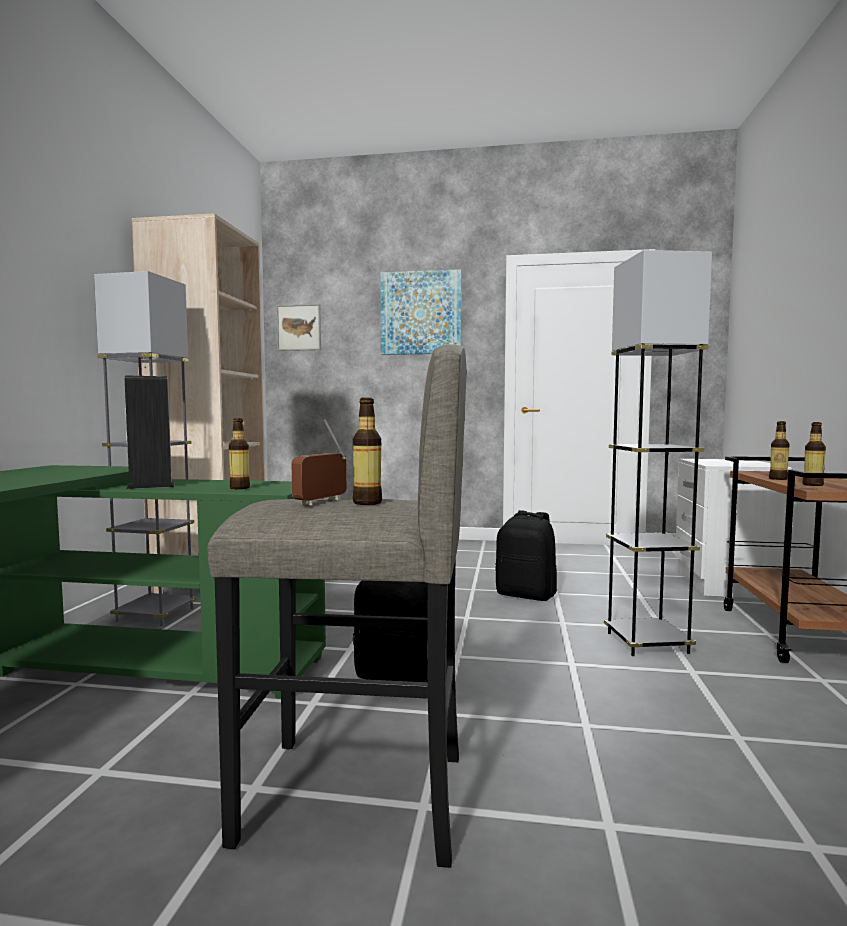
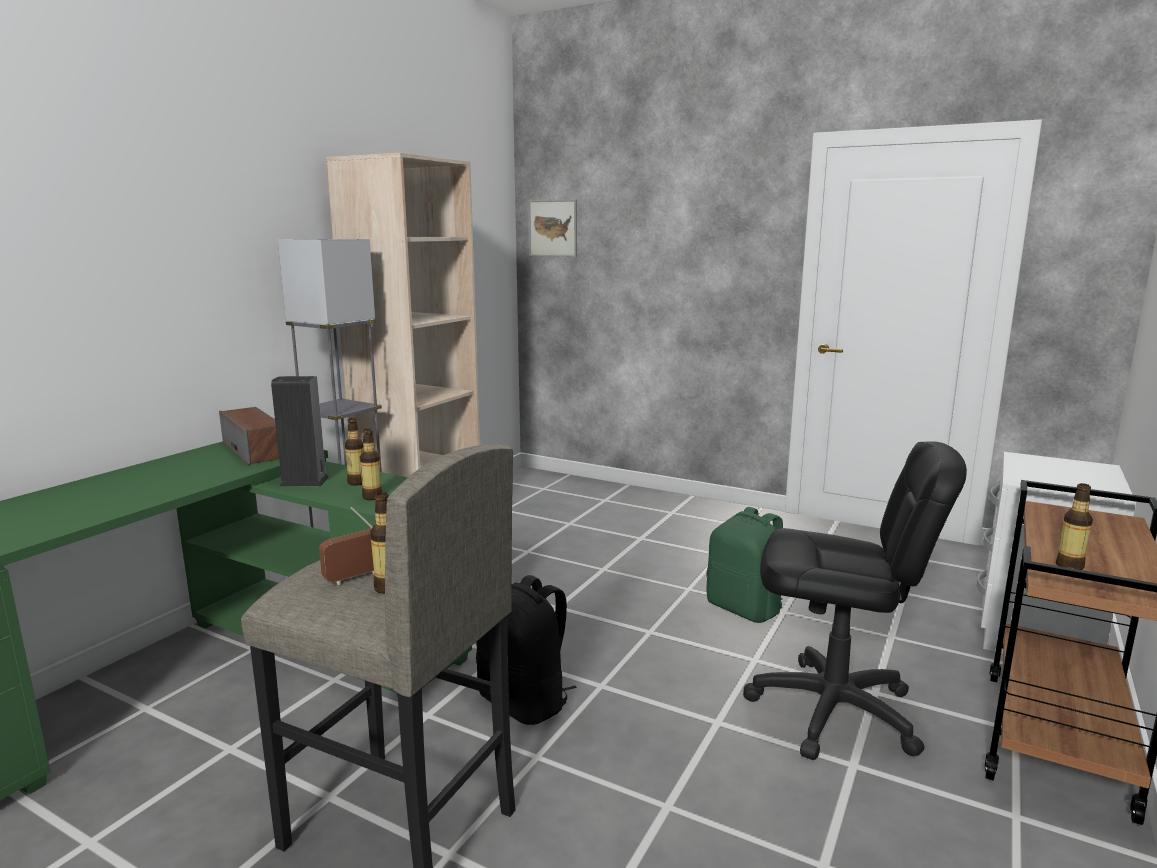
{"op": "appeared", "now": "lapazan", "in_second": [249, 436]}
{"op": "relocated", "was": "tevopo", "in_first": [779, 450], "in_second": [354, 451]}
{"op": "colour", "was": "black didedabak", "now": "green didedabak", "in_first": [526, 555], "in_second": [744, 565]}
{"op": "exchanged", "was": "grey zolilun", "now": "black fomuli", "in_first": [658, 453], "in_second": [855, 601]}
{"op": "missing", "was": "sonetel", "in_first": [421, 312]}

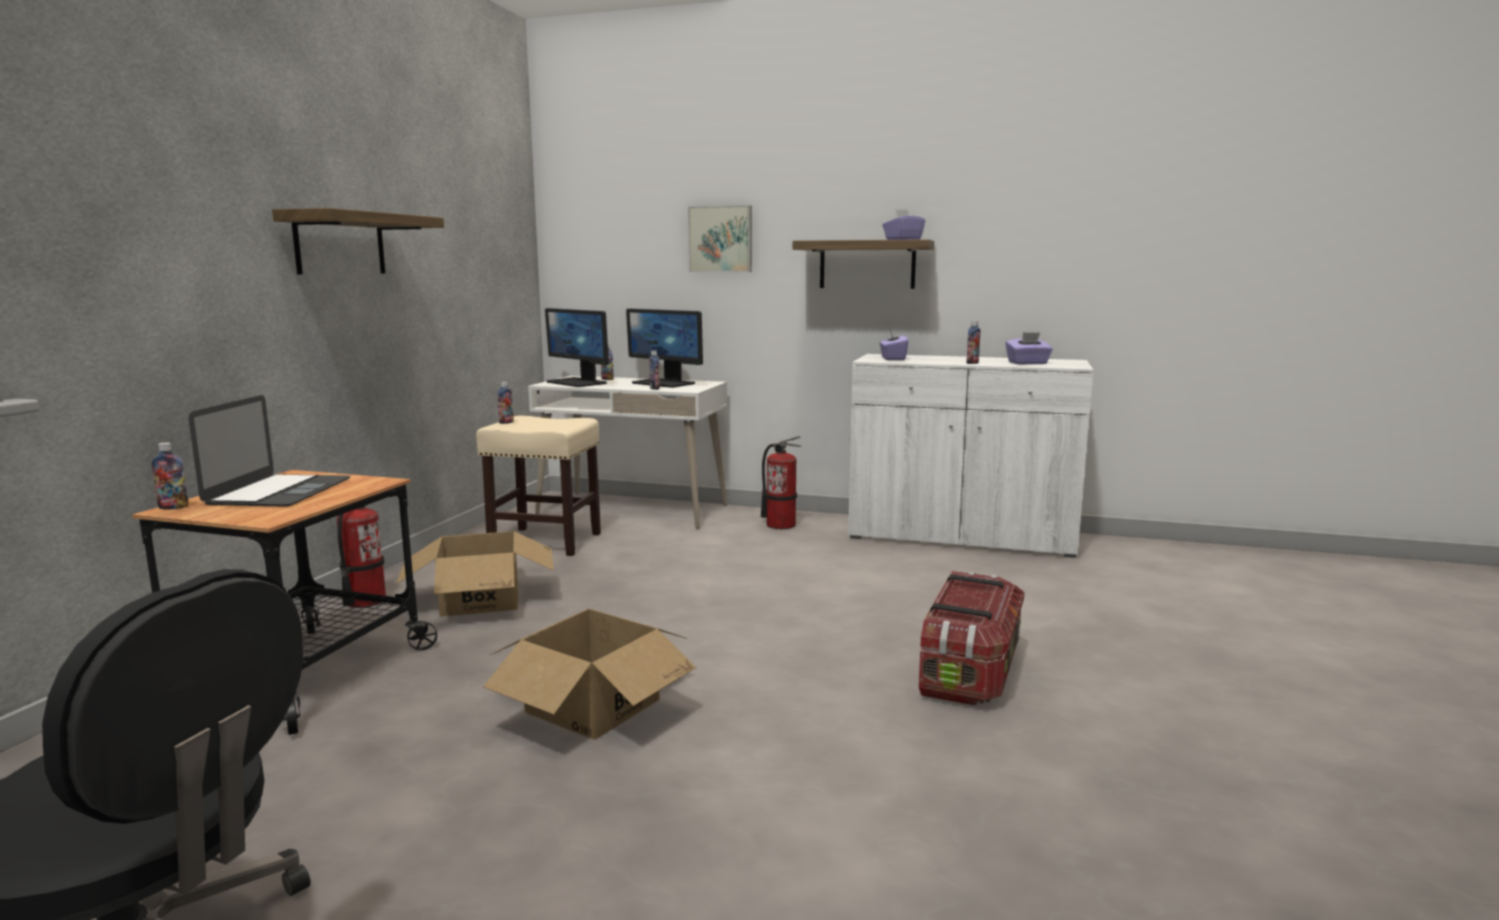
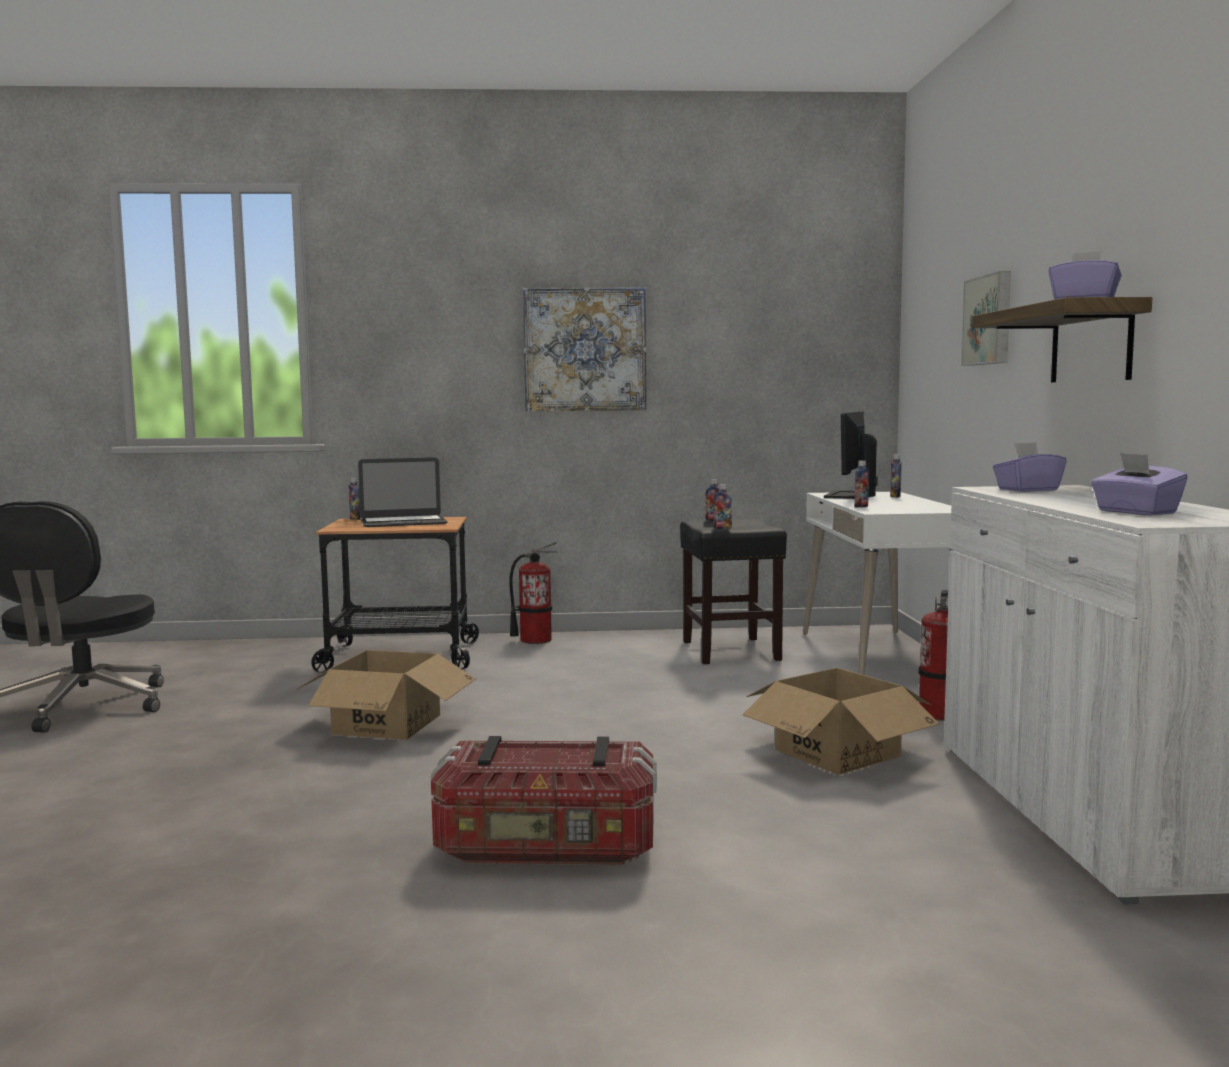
{"op": "exchanged", "was": "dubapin", "now": "sonetel", "in_first": [358, 241], "in_second": [584, 349]}
{"op": "colour", "was": "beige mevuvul", "now": "black mevuvul", "in_first": [538, 486], "in_second": [733, 591]}
{"op": "relocated", "was": "tevopo", "in_first": [973, 342], "in_second": [723, 506]}
{"op": "relocated", "was": "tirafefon", "in_first": [475, 574], "in_second": [840, 721]}
{"op": "missing", "was": "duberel", "in_first": [664, 348]}

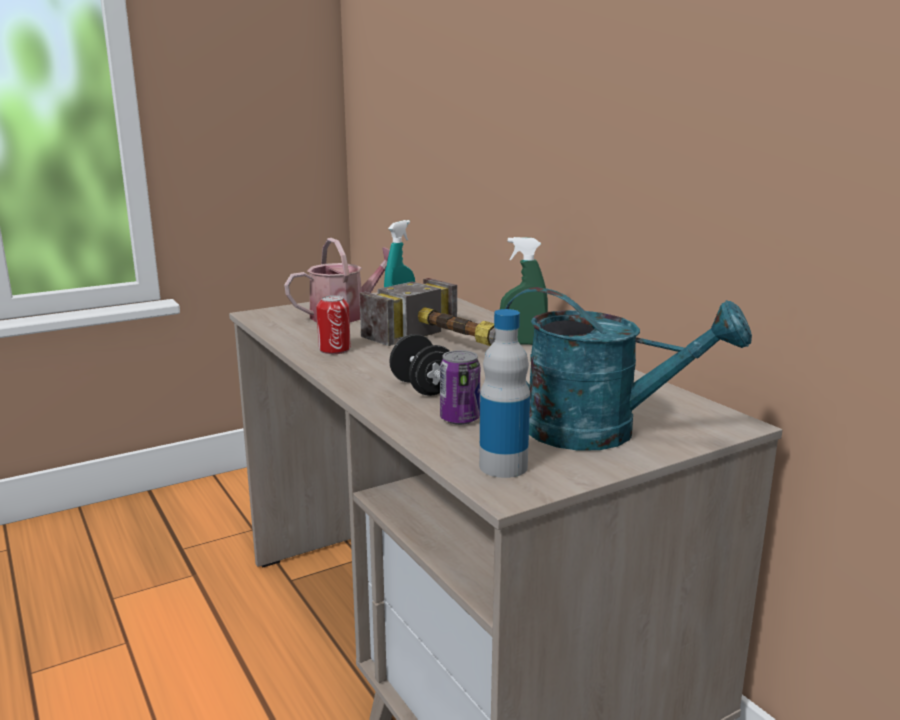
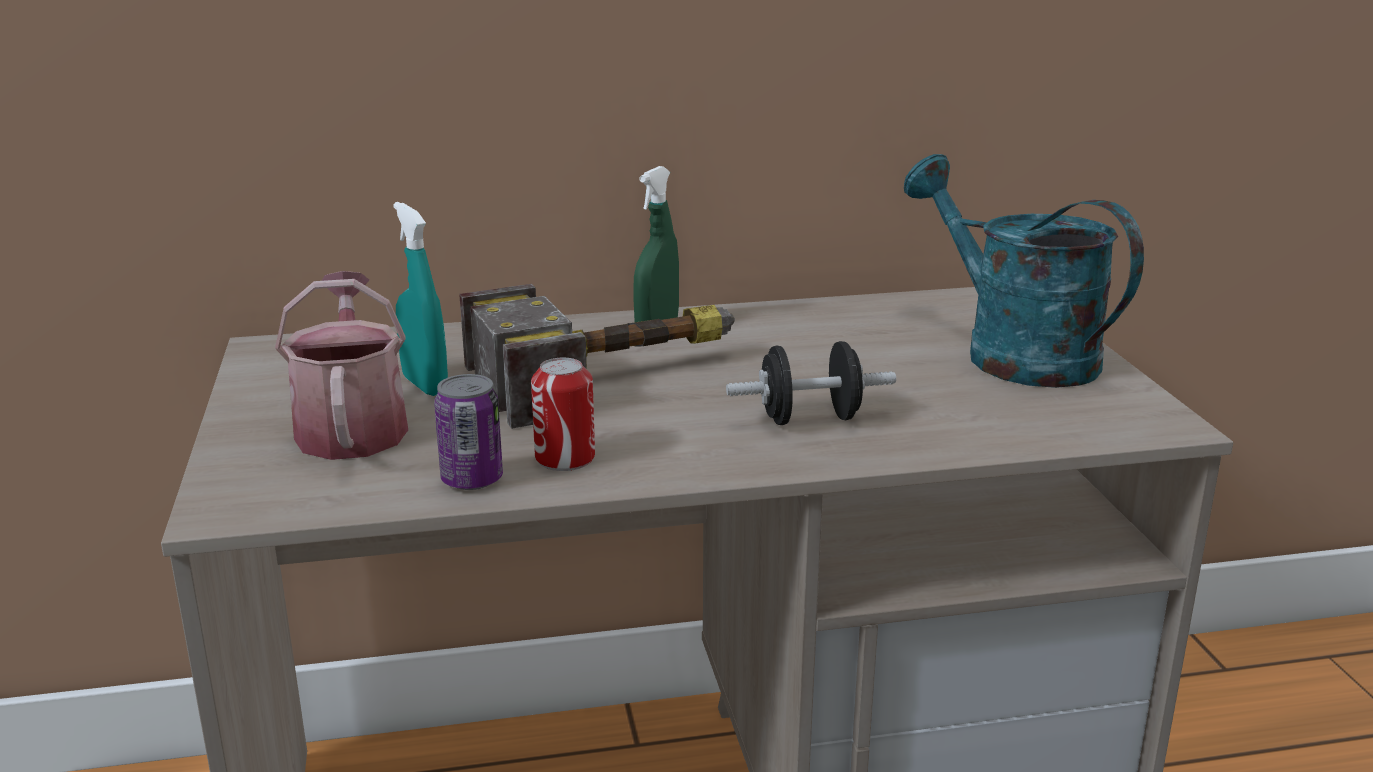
{"op": "relocated", "was": "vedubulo", "in_first": [460, 387], "in_second": [468, 432]}
{"op": "spun", "was": "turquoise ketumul", "in_first": [628, 369], "in_second": [1024, 271], "clockwise": -75}
{"op": "missing", "was": "tevopo", "in_first": [504, 393]}

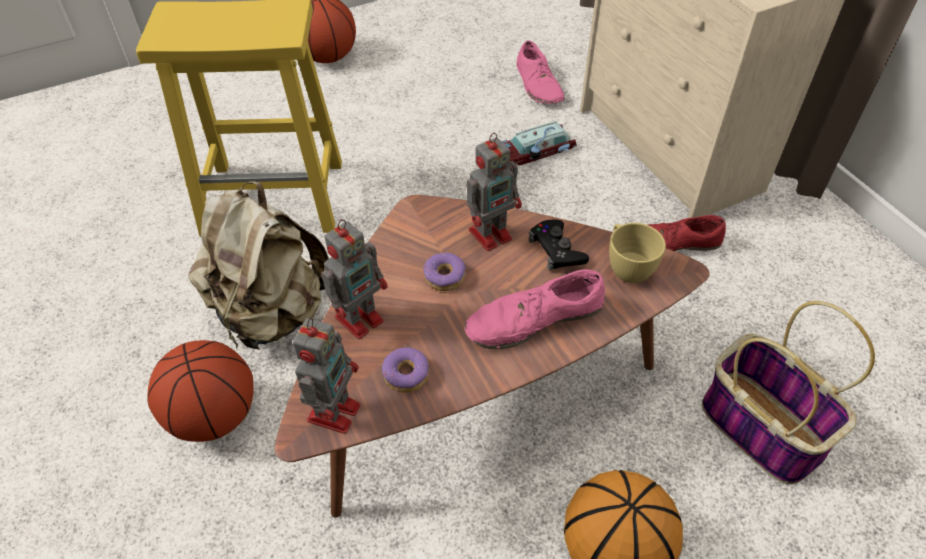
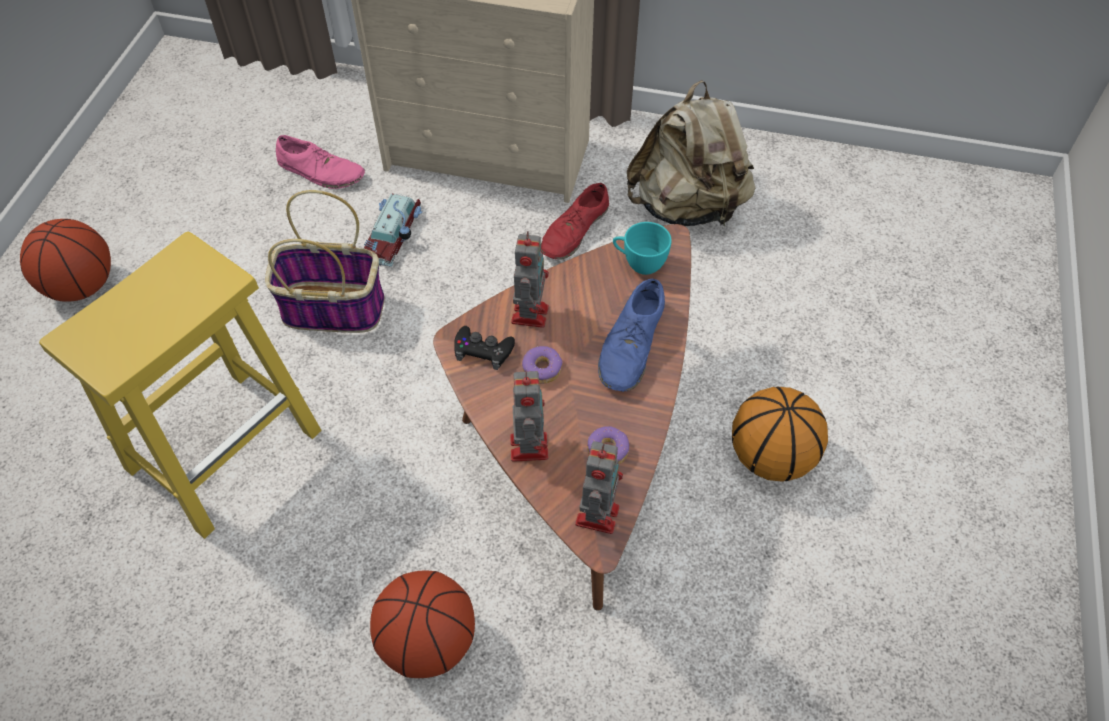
{"op": "relocated", "was": "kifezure", "in_first": [788, 392], "in_second": [325, 261]}
{"op": "relocated", "was": "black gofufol", "in_first": [559, 245], "in_second": [484, 348]}
{"op": "spun", "was": "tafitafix", "in_first": [326, 376], "in_second": [599, 487], "clockwise": 45}
{"op": "colour", "was": "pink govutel", "now": "blue govutel", "in_first": [534, 309], "in_second": [631, 335]}
{"op": "colour", "was": "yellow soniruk", "now": "turquoise soniruk", "in_first": [637, 253], "in_second": [642, 248]}
{"op": "relocated", "was": "beige didedabak", "in_first": [258, 265], "in_second": [691, 154]}

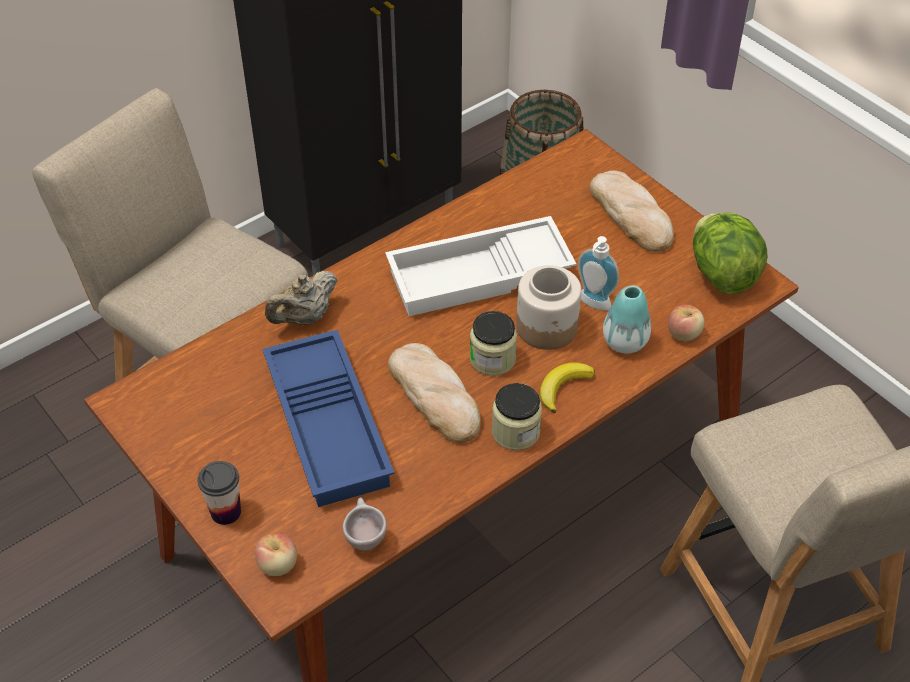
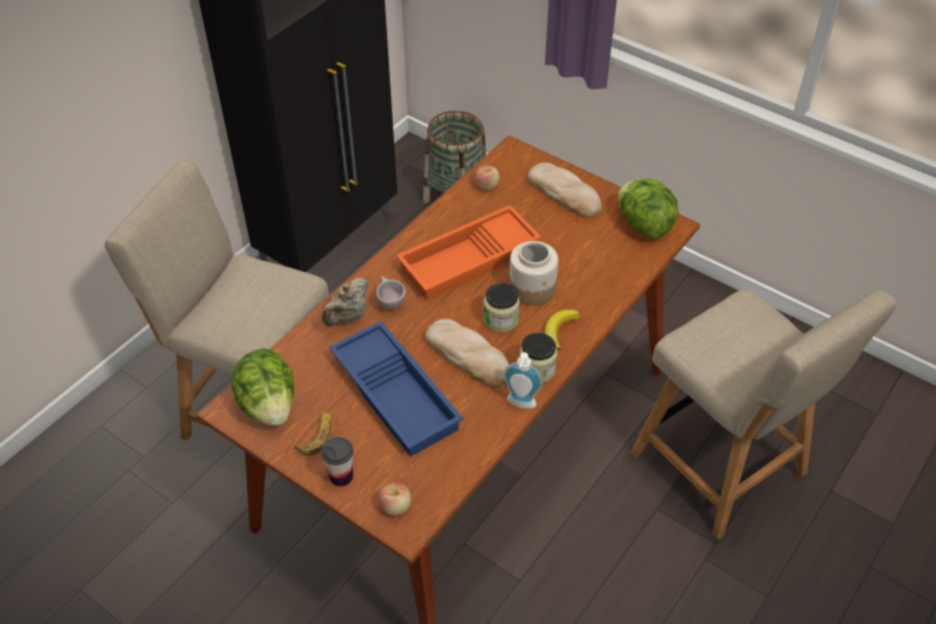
{"op": "appeared", "now": "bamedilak", "in_second": [262, 387]}
{"op": "appeared", "now": "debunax", "in_second": [313, 433]}
{"op": "relocated", "was": "beige soniruk", "in_first": [365, 524], "in_second": [391, 293]}
{"op": "colour", "was": "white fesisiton", "now": "orange fesisiton", "in_first": [480, 266], "in_second": [468, 252]}
{"op": "relocated", "was": "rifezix", "in_first": [686, 323], "in_second": [487, 177]}
{"op": "relocated", "was": "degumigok", "in_first": [598, 273], "in_second": [523, 380]}
{"op": "missing", "was": "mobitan", "in_first": [627, 319]}

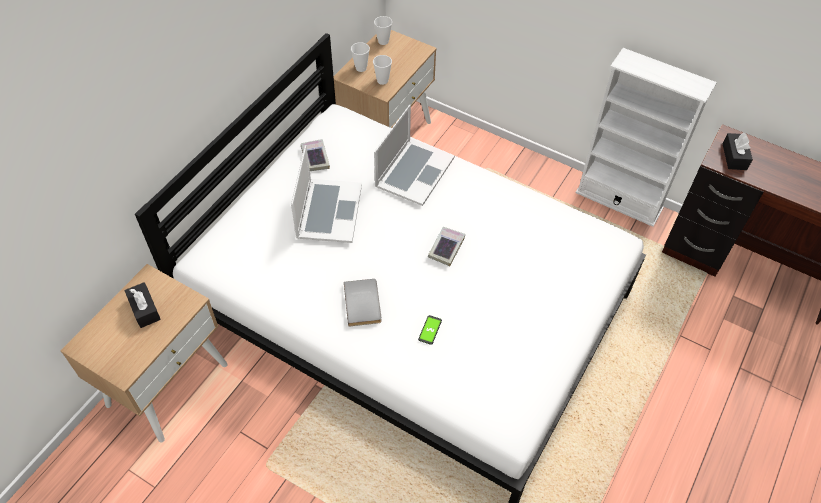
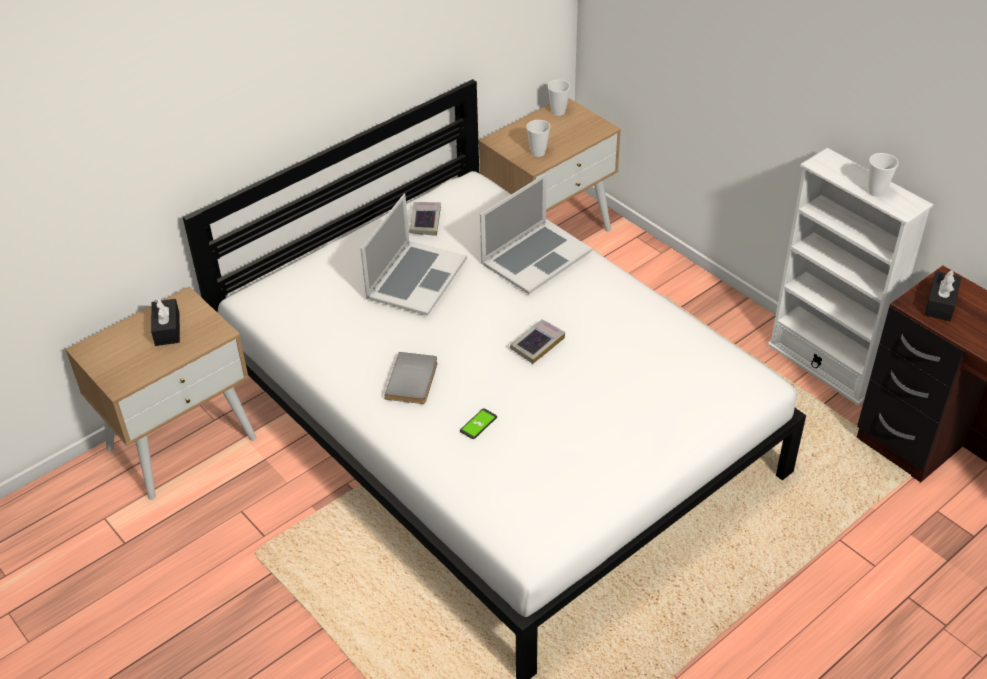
{"op": "relocated", "was": "soniruk", "in_first": [360, 57], "in_second": [883, 175]}

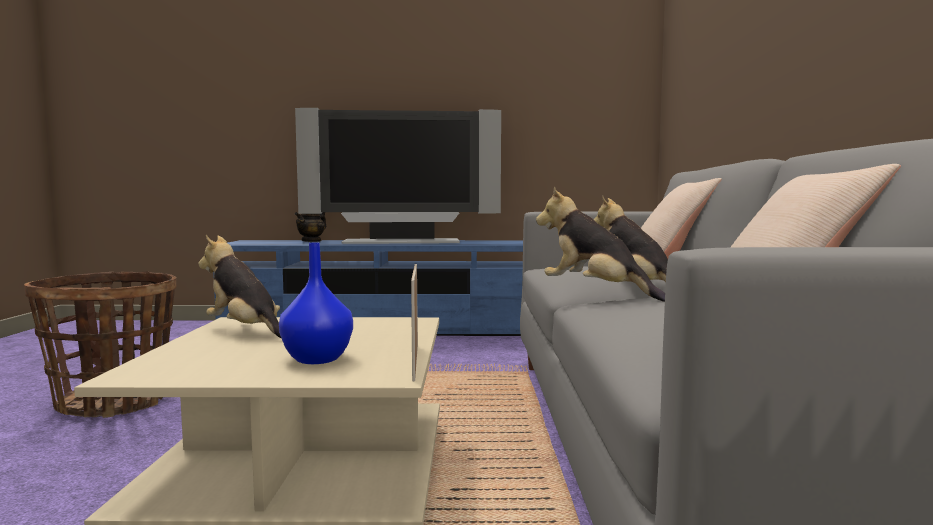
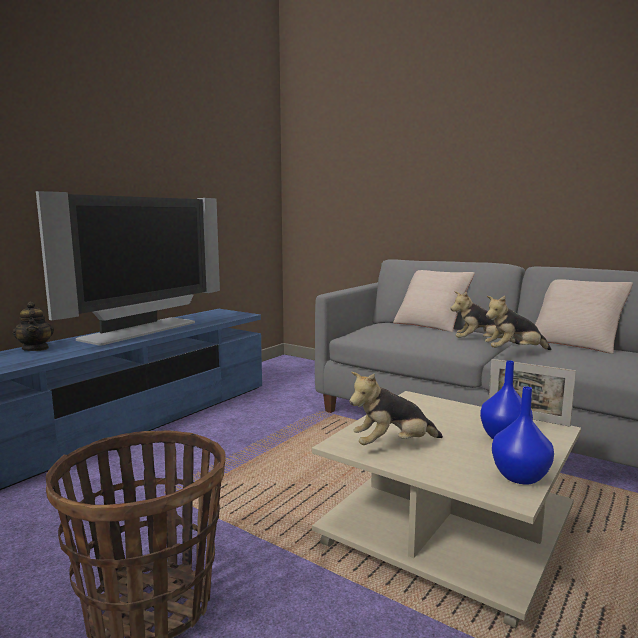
{"op": "appeared", "now": "blue mobitan", "in_second": [523, 435]}

